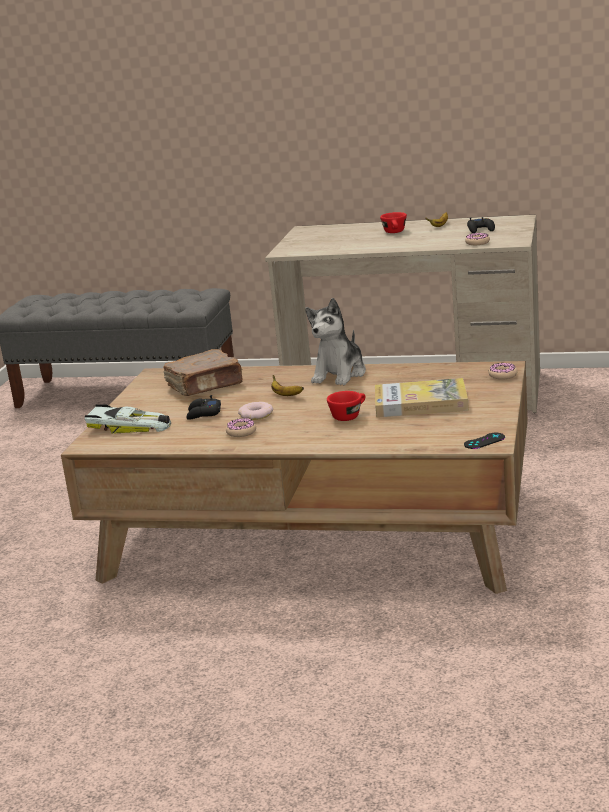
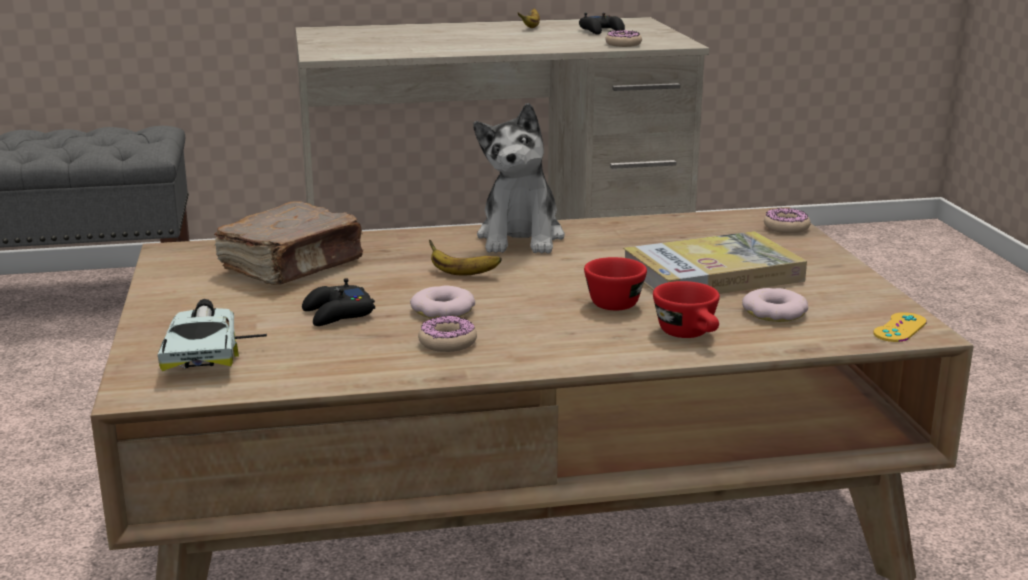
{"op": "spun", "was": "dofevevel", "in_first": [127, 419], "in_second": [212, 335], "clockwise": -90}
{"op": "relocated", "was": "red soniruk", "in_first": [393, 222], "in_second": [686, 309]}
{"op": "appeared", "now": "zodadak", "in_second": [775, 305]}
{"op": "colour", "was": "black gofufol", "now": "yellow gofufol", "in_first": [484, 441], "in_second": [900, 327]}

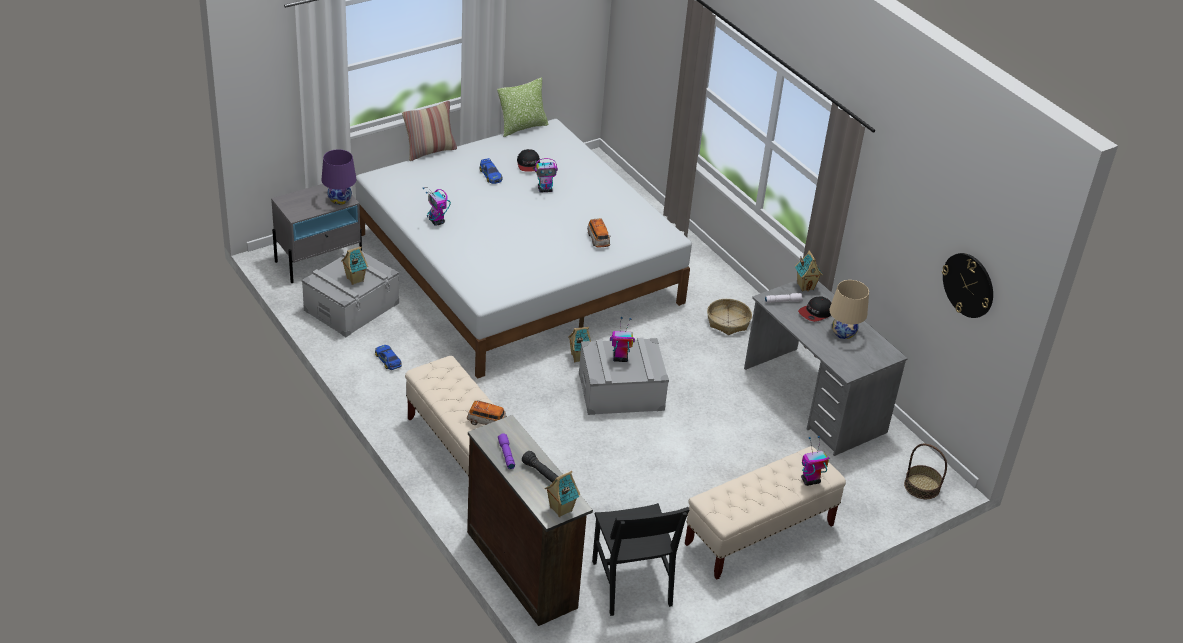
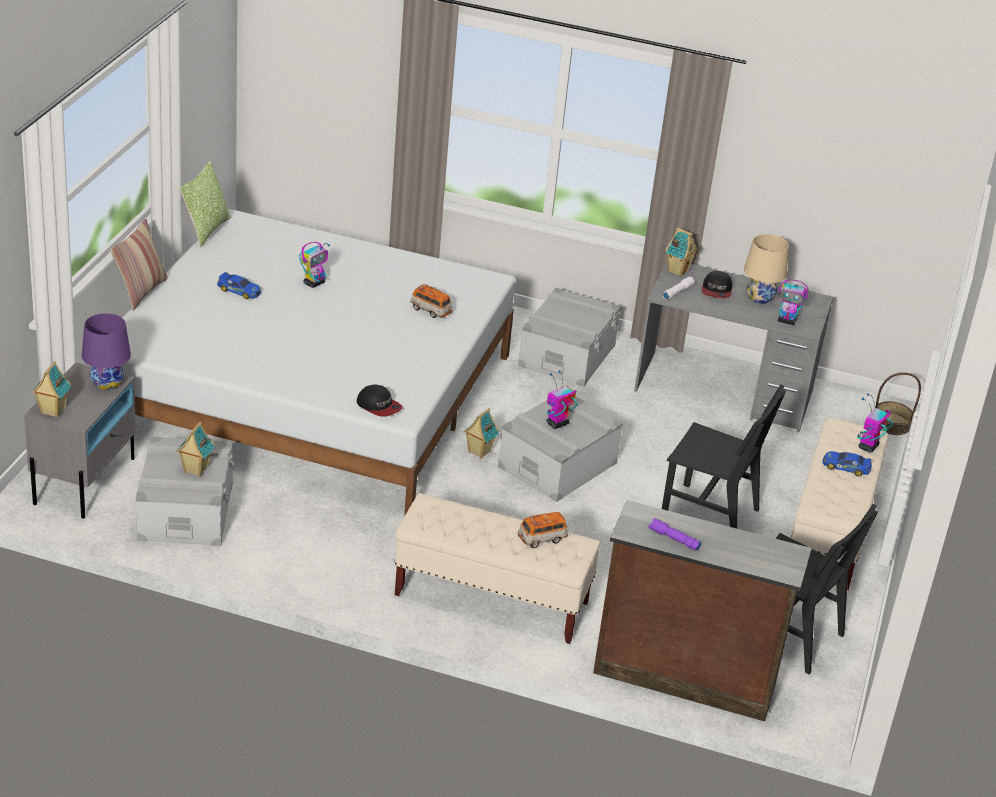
{"op": "relocated", "was": "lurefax", "in_first": [562, 494], "in_second": [51, 389]}
{"op": "relocated", "was": "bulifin", "in_first": [528, 160], "in_second": [379, 400]}
{"op": "exchanged", "was": "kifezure", "now": "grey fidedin", "in_first": [729, 317], "in_second": [569, 337]}
{"op": "appeared", "now": "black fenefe", "in_second": [724, 456]}
{"op": "relocated", "was": "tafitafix", "in_first": [437, 206], "in_second": [793, 302]}
{"op": "relocated", "was": "dofevevel", "in_first": [388, 357], "in_second": [847, 463]}
{"op": "missing", "was": "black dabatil", "in_first": [540, 467]}
{"op": "missing", "was": "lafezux", "in_first": [967, 285]}

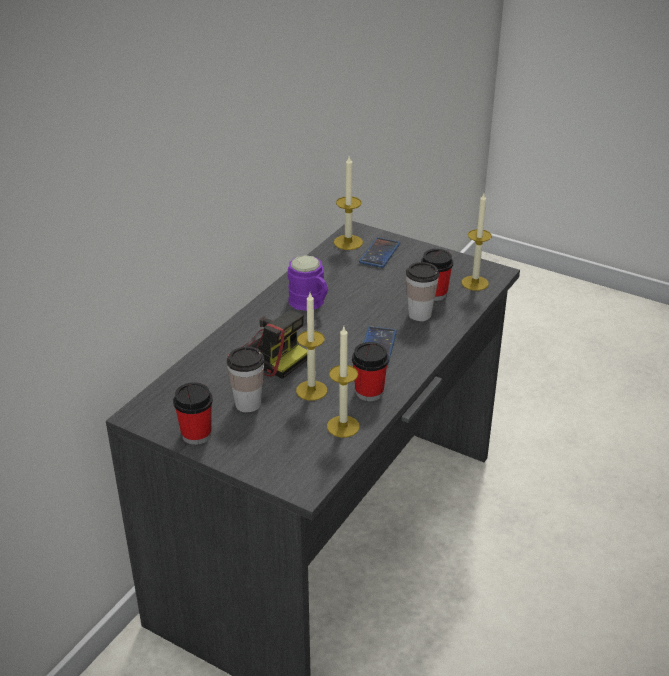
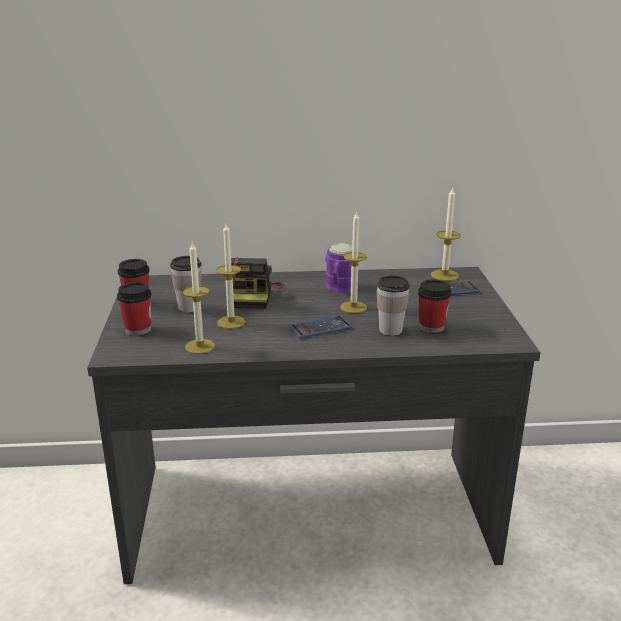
{"op": "relocated", "was": "soniruk", "in_first": [370, 371], "in_second": [134, 309]}
{"op": "relocated", "was": "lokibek", "in_first": [477, 242], "in_second": [353, 262]}

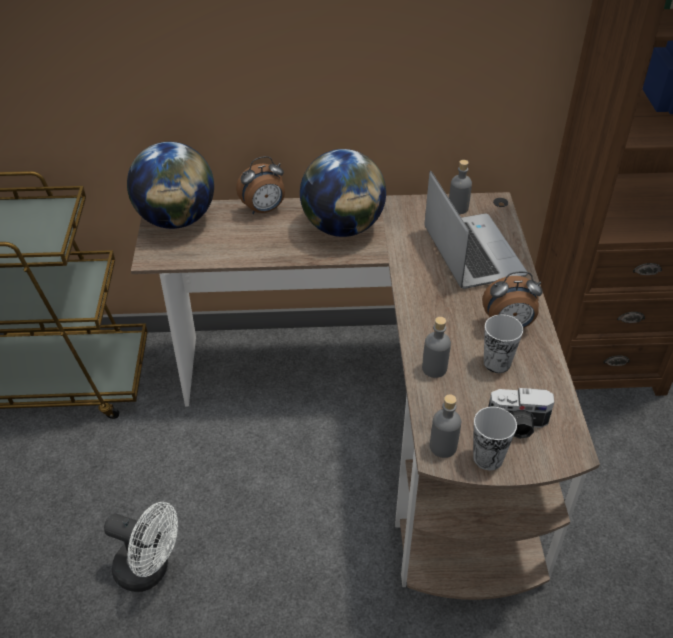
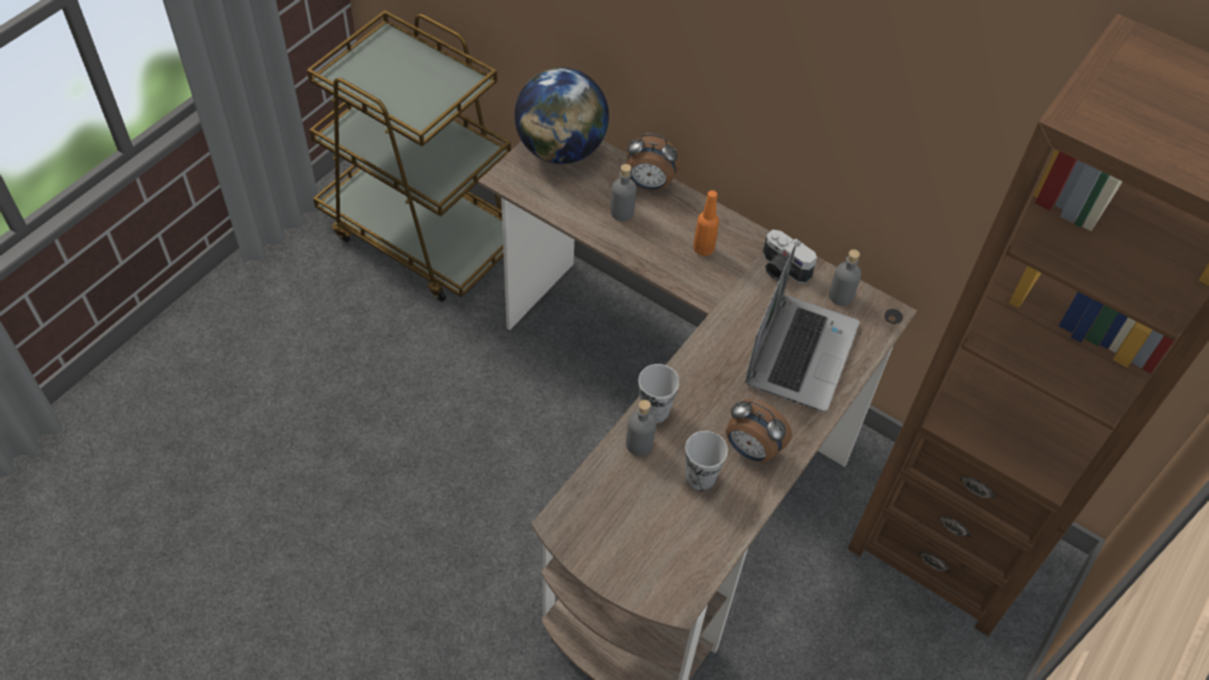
{"op": "relocated", "was": "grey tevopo", "in_first": [445, 426], "in_second": [623, 192]}
{"op": "relocated", "was": "soniruk", "in_first": [495, 438], "in_second": [658, 393]}
{"op": "exchanged", "was": "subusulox", "now": "orange tevopo", "in_first": [343, 193], "in_second": [706, 223]}
{"op": "relocated", "was": "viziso", "in_first": [521, 413], "in_second": [790, 256]}
{"op": "missing", "was": "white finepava", "in_first": [141, 547]}

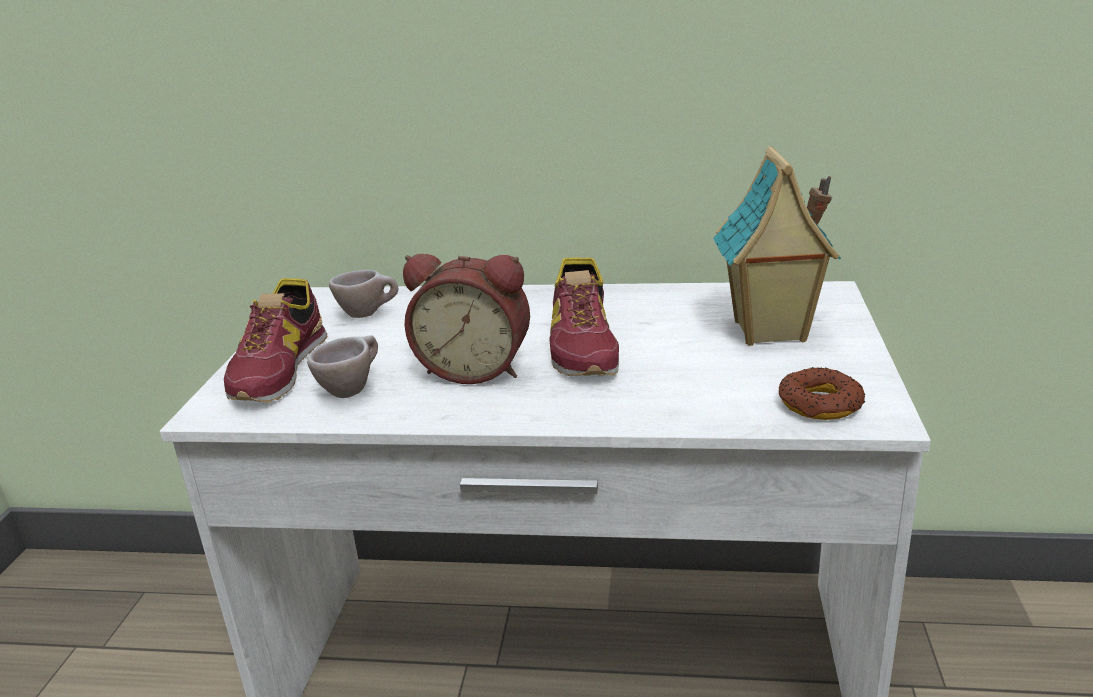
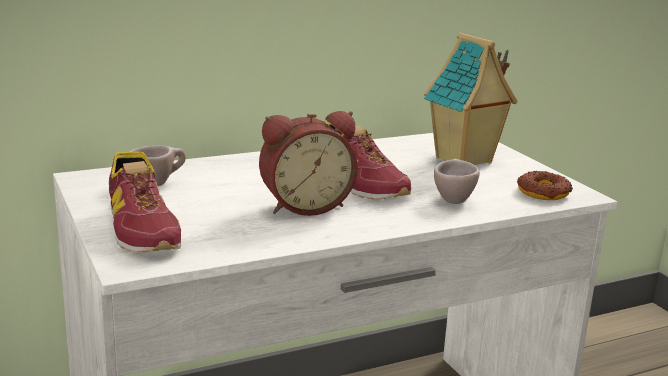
{"op": "relocated", "was": "beige soniruk", "in_first": [342, 366], "in_second": [457, 181]}

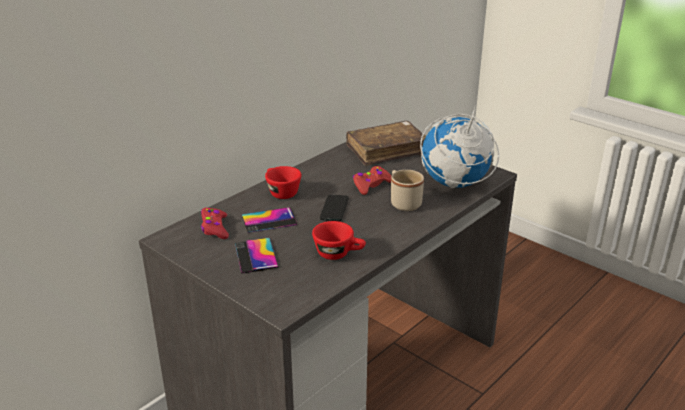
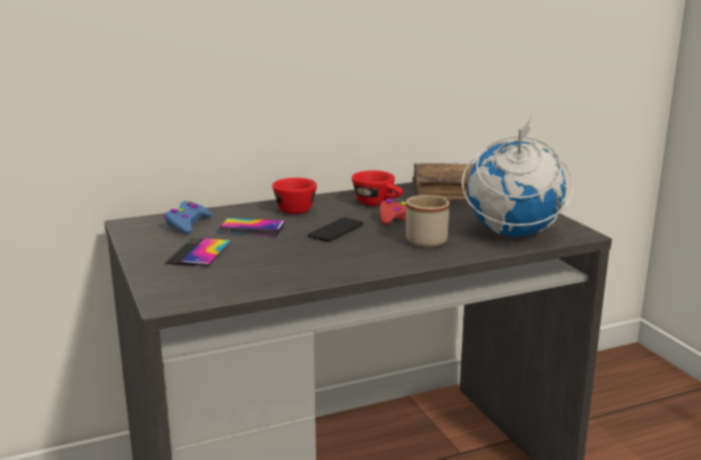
{"op": "colour", "was": "red gofufol", "now": "blue gofufol", "in_first": [215, 223], "in_second": [188, 217]}
{"op": "relocated", "was": "red soniruk", "in_first": [339, 240], "in_second": [377, 188]}

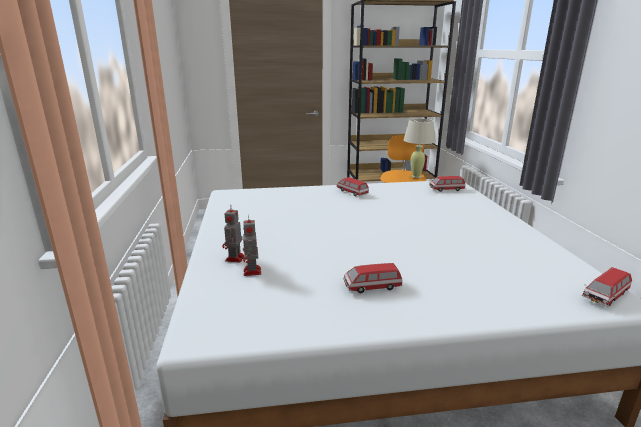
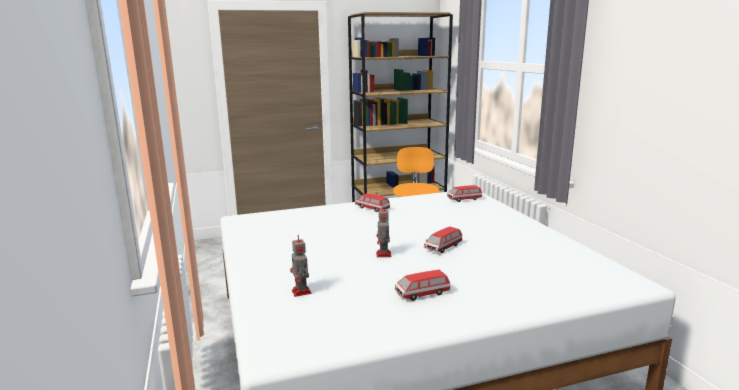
{"op": "relocated", "was": "tafitafix", "in_first": [233, 233], "in_second": [383, 230]}
{"op": "relocated", "was": "dofevevel", "in_first": [607, 286], "in_second": [443, 239]}
{"op": "missing", "was": "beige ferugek", "in_first": [420, 148]}

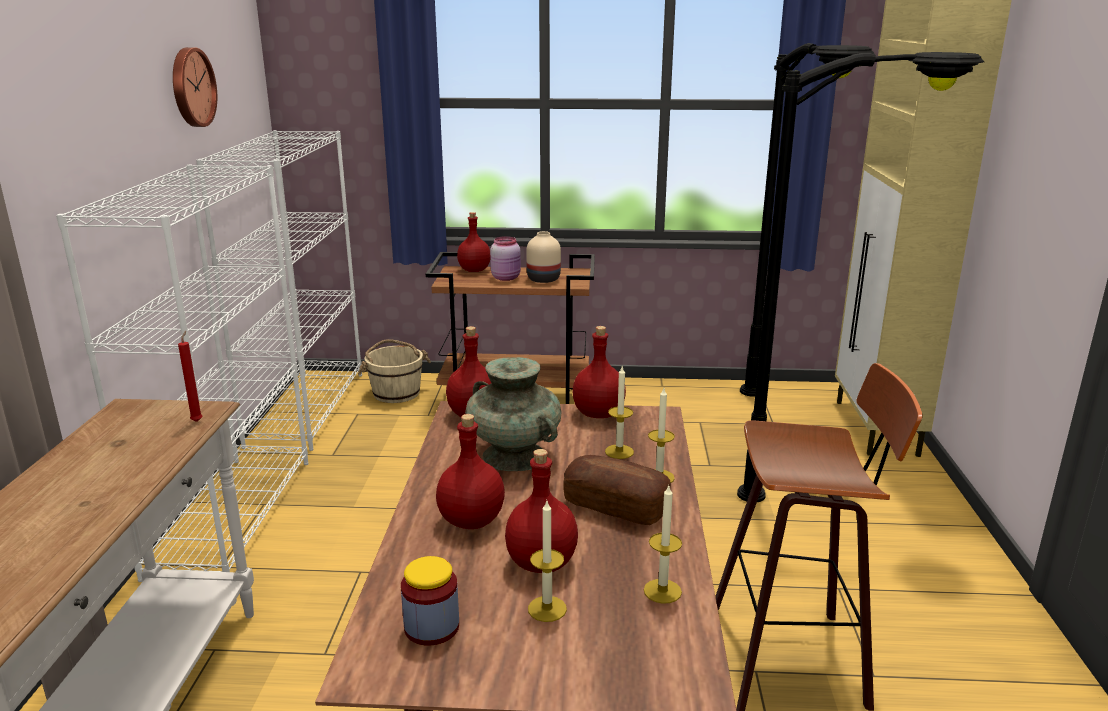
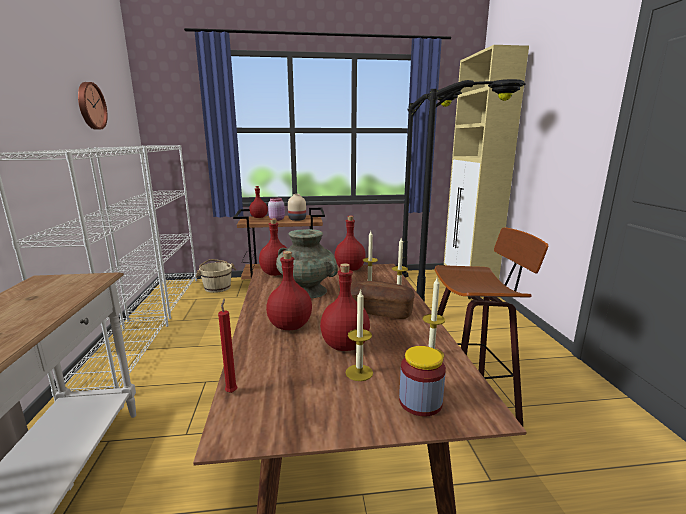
{"op": "relocated", "was": "red lokibek", "in_first": [190, 376], "in_second": [227, 346]}
{"op": "relocated", "was": "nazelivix", "in_first": [430, 601], "in_second": [422, 381]}

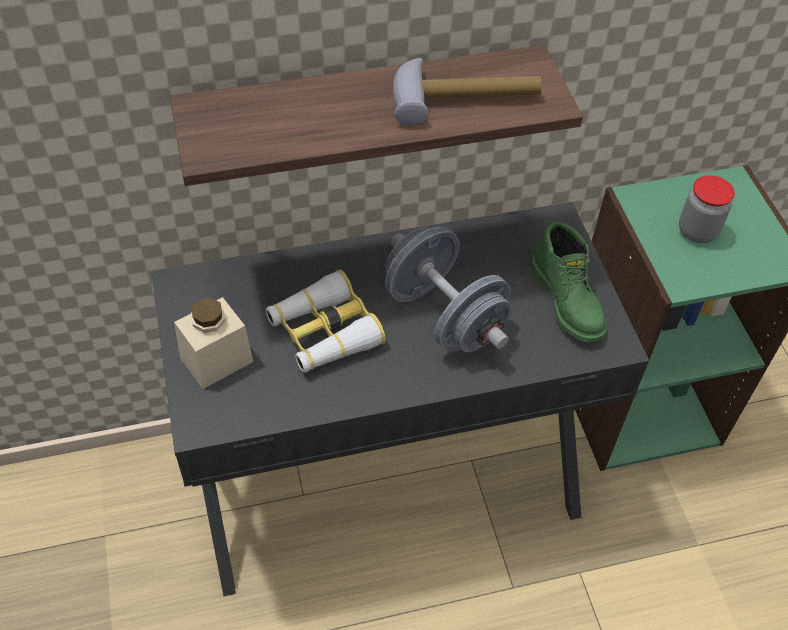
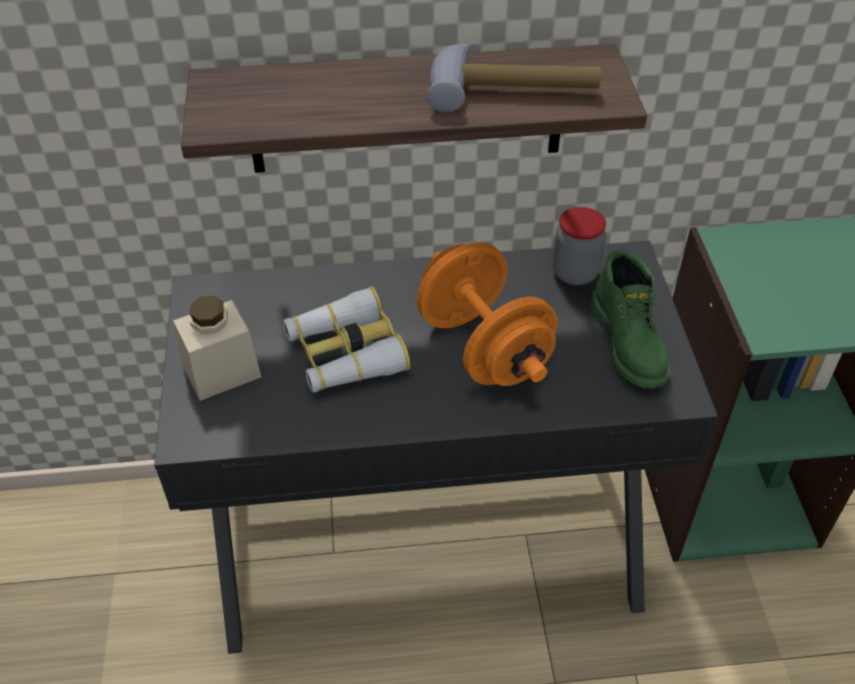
{"op": "colour", "was": "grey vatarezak", "now": "orange vatarezak", "in_first": [448, 289], "in_second": [487, 314]}
{"op": "relocated", "was": "nazelivix", "in_first": [707, 209], "in_second": [579, 246]}

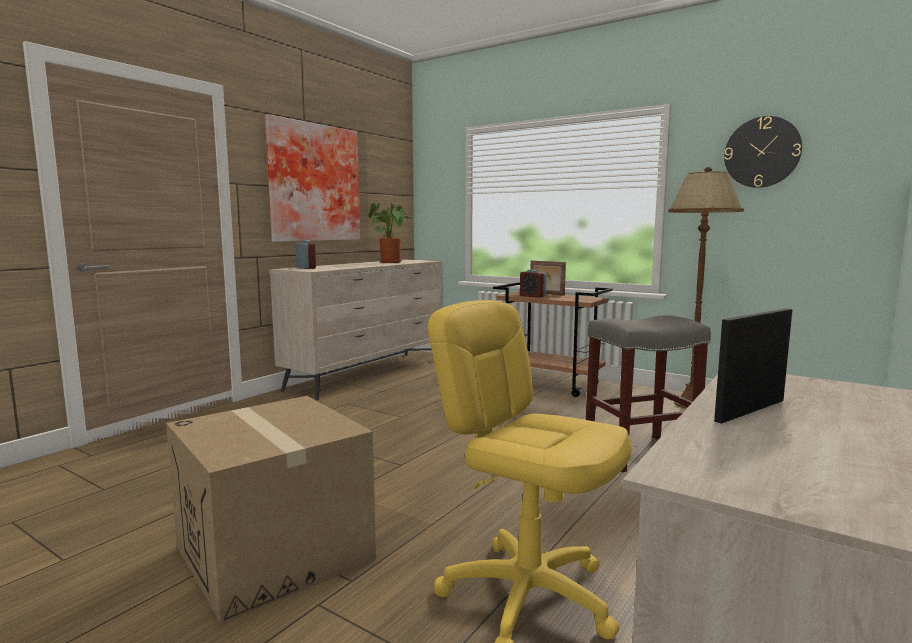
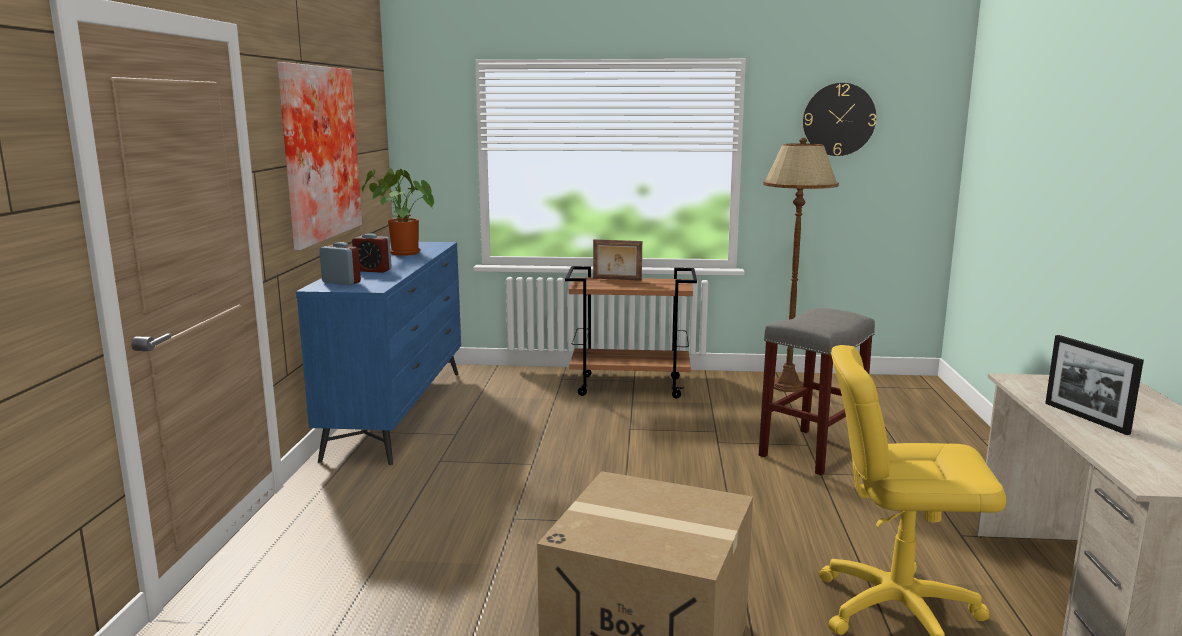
{"op": "colour", "was": "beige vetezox", "now": "blue vetezox", "in_first": [355, 329], "in_second": [378, 353]}
{"op": "relocated", "was": "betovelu", "in_first": [533, 283], "in_second": [372, 253]}
{"op": "spun", "was": "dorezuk", "in_first": [753, 366], "in_second": [1094, 385], "clockwise": -45}

